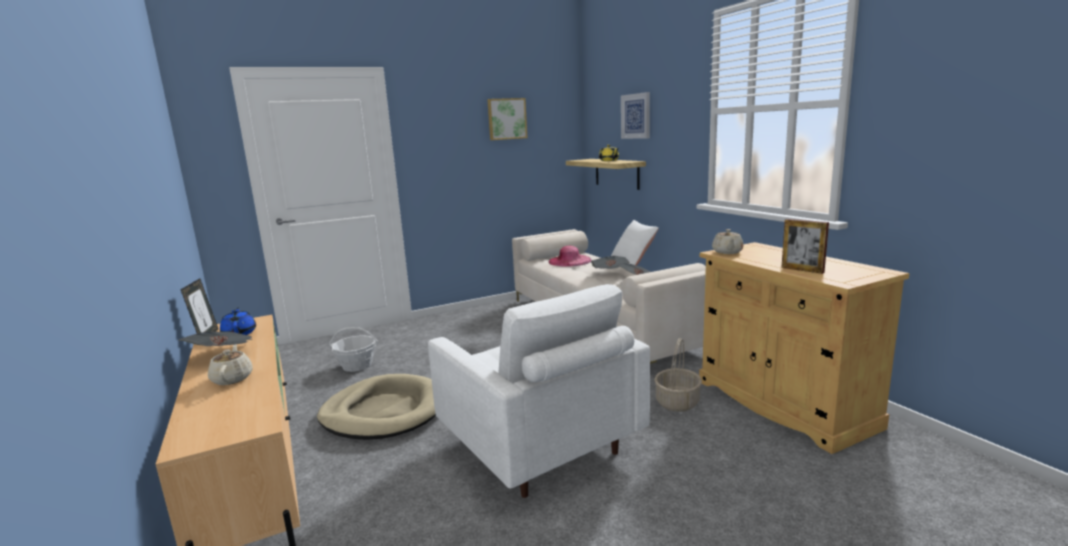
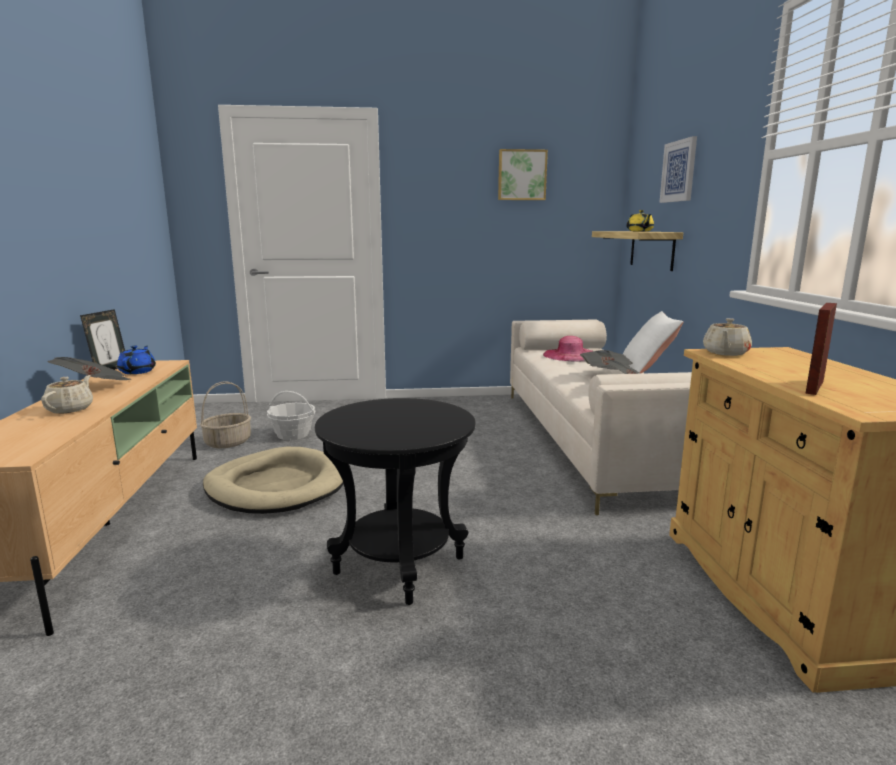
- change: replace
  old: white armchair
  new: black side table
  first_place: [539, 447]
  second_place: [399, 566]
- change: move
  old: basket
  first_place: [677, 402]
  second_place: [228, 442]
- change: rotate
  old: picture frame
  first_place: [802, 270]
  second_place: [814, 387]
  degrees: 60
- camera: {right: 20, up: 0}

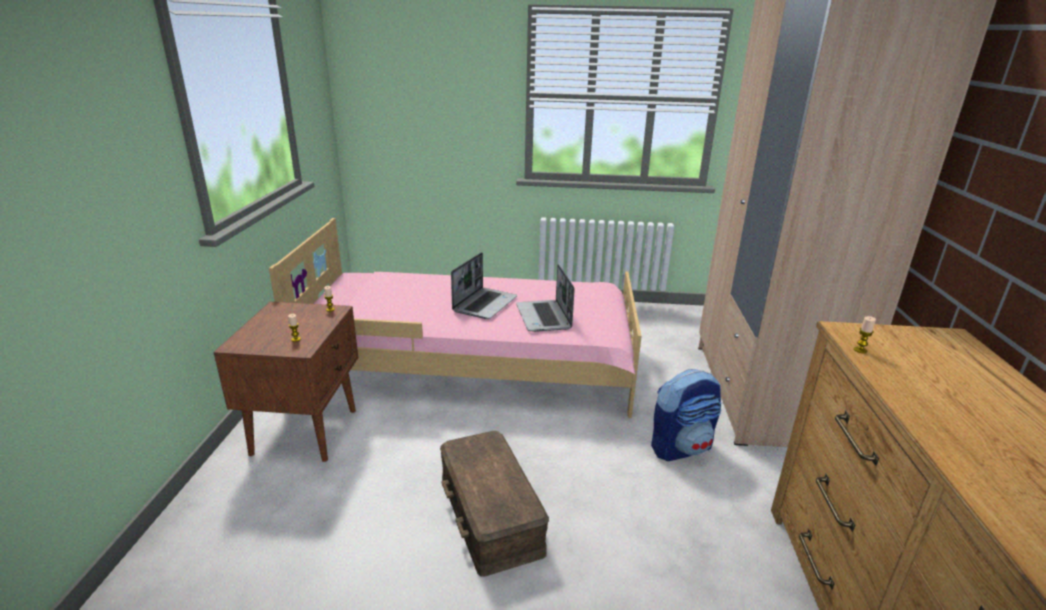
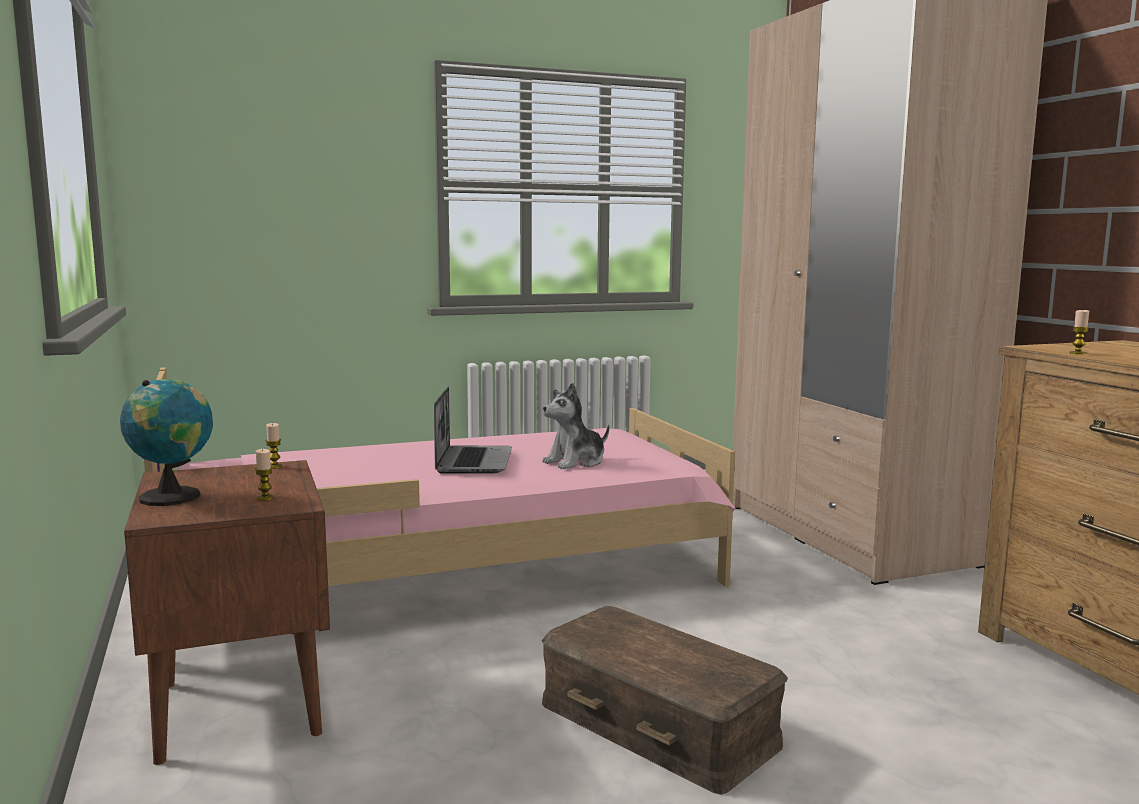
- change: replace
  old: laptop
  new: plush toy
  first_place: [544, 317]
  second_place: [576, 462]
- change: delete
  old: backpack
  first_place: [681, 447]
- change: insert
  new: globe
  second_place: [174, 496]
- camera: {right: -25, up: -15}

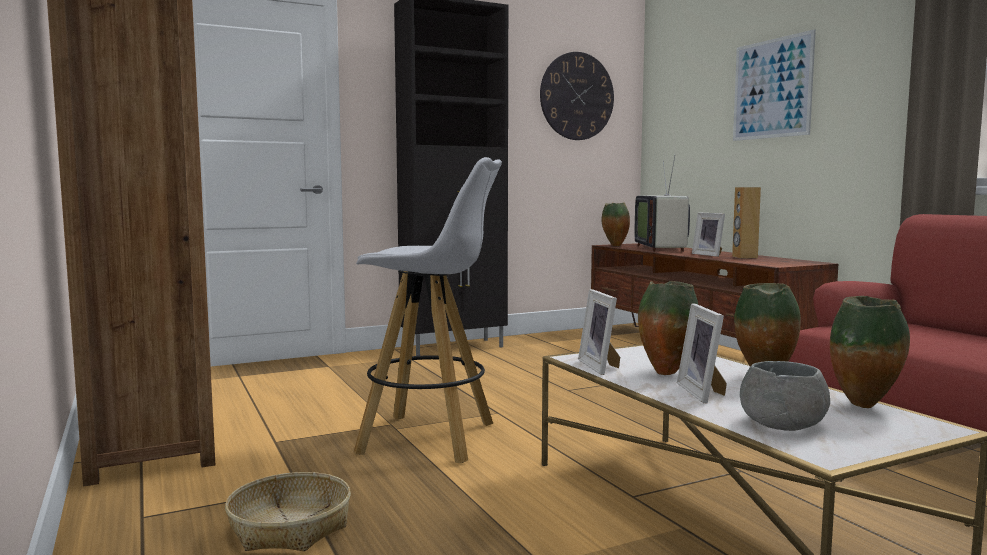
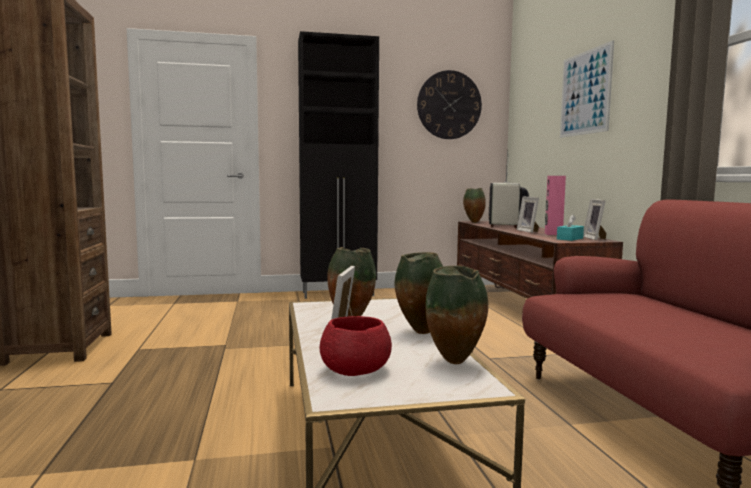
- change: delete
  old: basket
  first_place: [290, 527]
- change: delete
  old: white stool
  first_place: [430, 438]
- change: move
  old: picture frame
  first_place: [601, 366]
  second_place: [595, 238]
- change: recolor
  old: brown speaker
  new: pink speaker
  first_place: [744, 257]
  second_place: [553, 234]
- change: recolor
  old: grey bowl
  new: red bowl
  first_place: [781, 424]
  second_place: [354, 369]
- change: insert
  new: turquoise tissue box
  second_place: [570, 239]
- camera: {right: 15, up: 0}

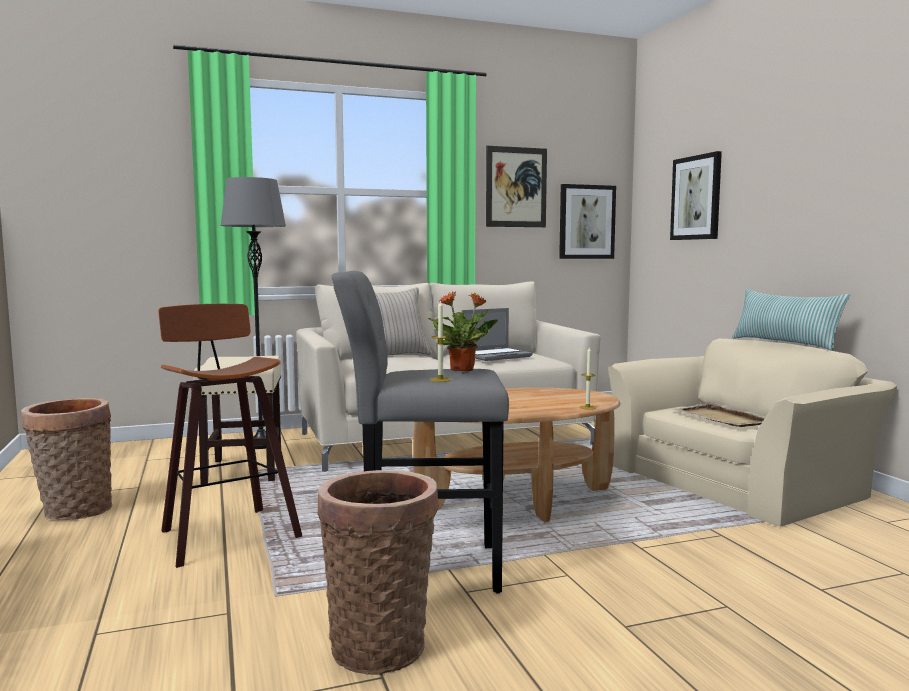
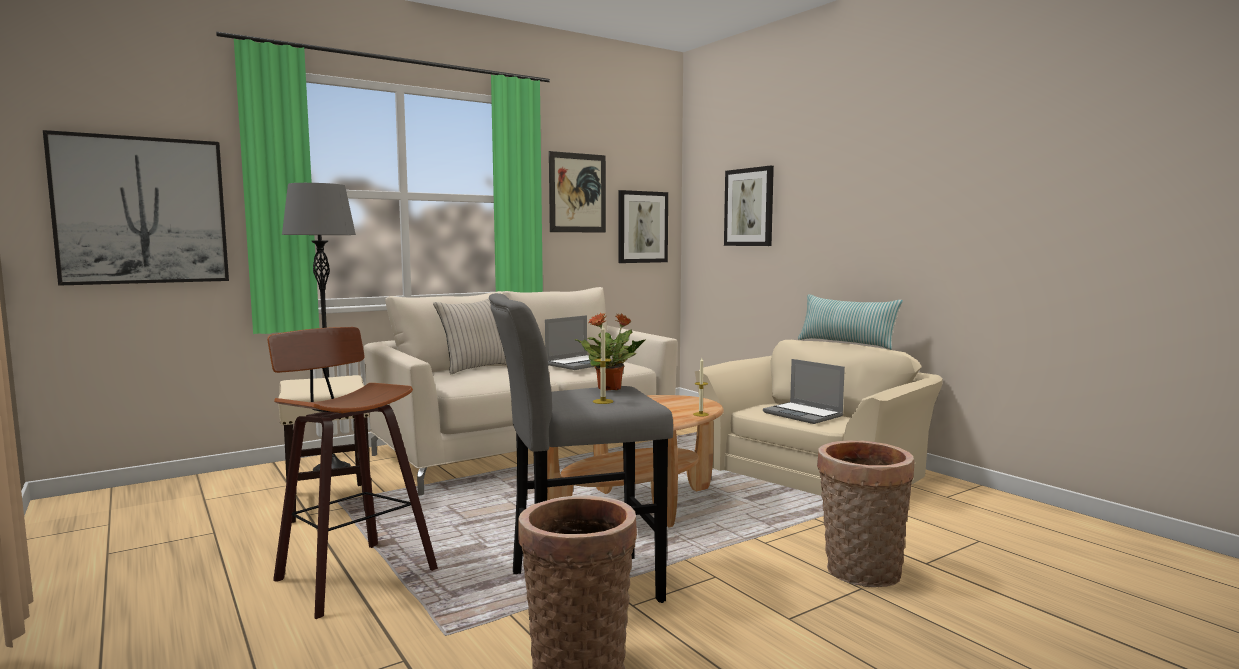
- change: move
  old: basket
  first_place: [73, 510]
  second_place: [860, 574]
- change: replace
  old: beige tray
  new: laptop
  first_place: [724, 418]
  second_place: [804, 414]
- change: insert
  new: picture
  second_place: [142, 210]
- camera: {right: -15, up: 0}

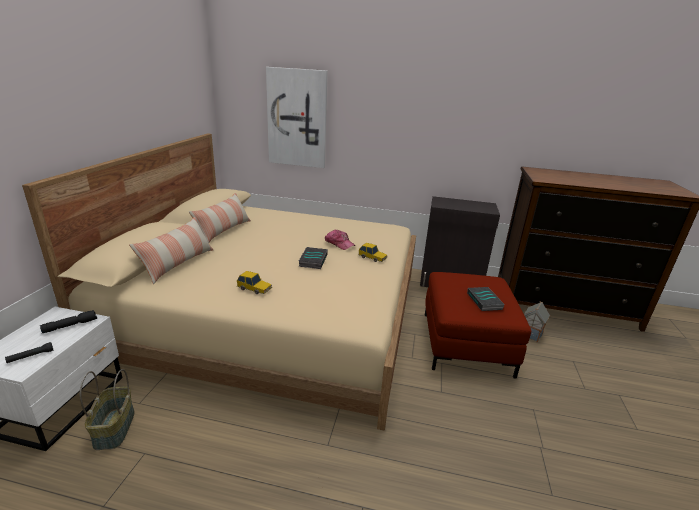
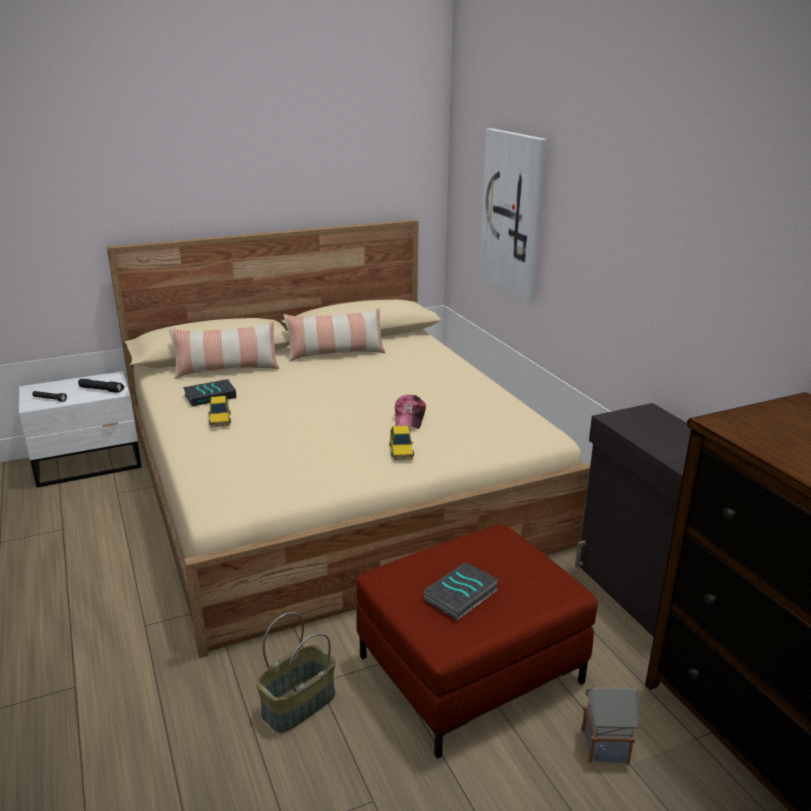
- change: move
  old: basket
  first_place: [115, 428]
  second_place: [299, 706]
- change: move
  old: book
  first_place: [312, 260]
  second_place: [210, 396]
- camera: {right: 55, up: 0}

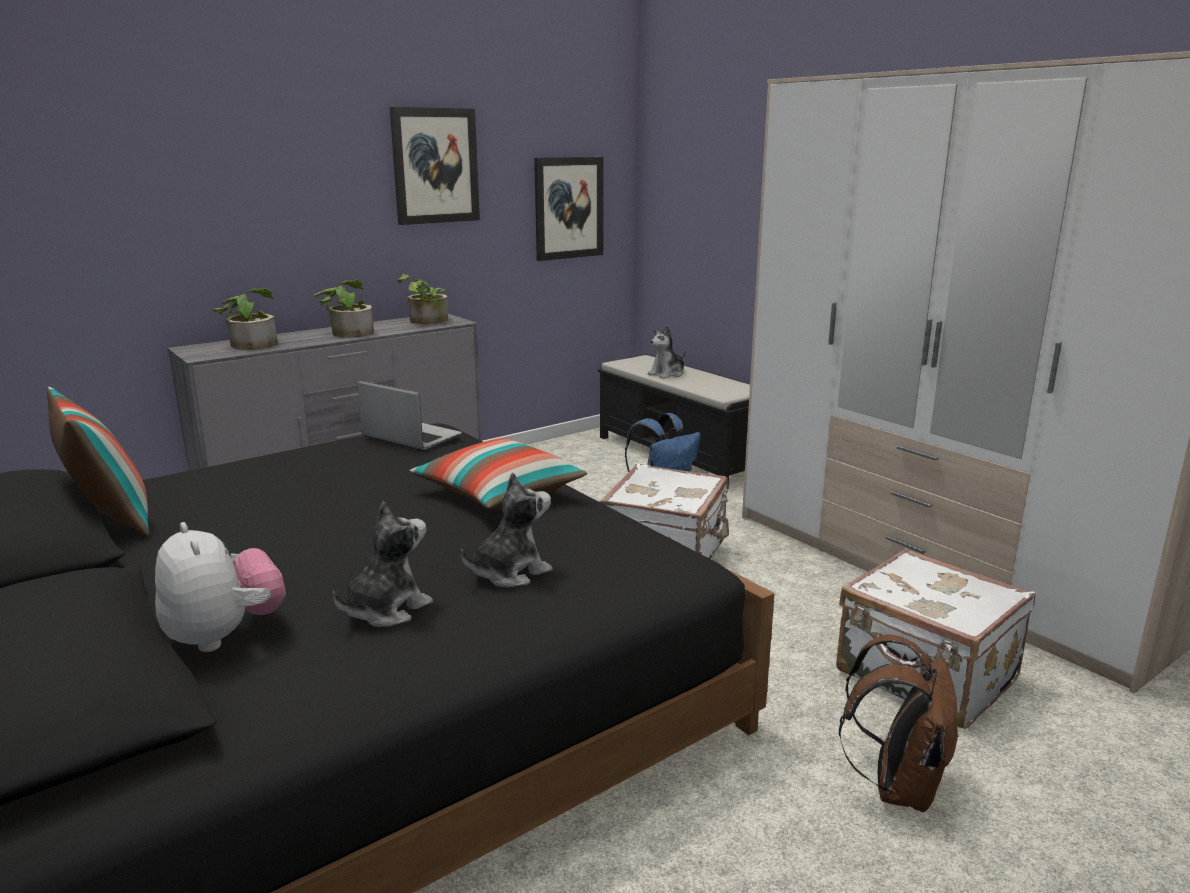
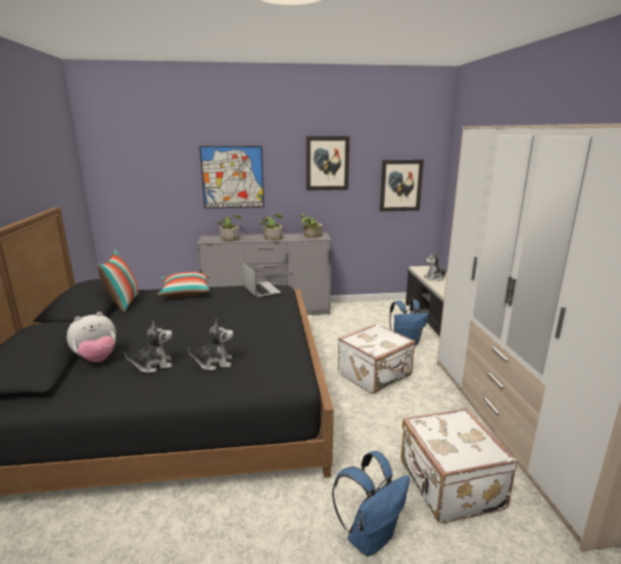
- change: rotate
  old: plush toy
  first_place: [224, 635]
  second_place: [97, 359]
  degrees: 60
- change: move
  old: pillow
  first_place: [499, 494]
  second_place: [186, 293]
- change: recolor
  old: brown backpack
  new: blue backpack
  first_place: [898, 786]
  second_place: [370, 536]
- change: insert
  new: picture
  second_place: [232, 177]
- camera: {right: 30, up: 0}

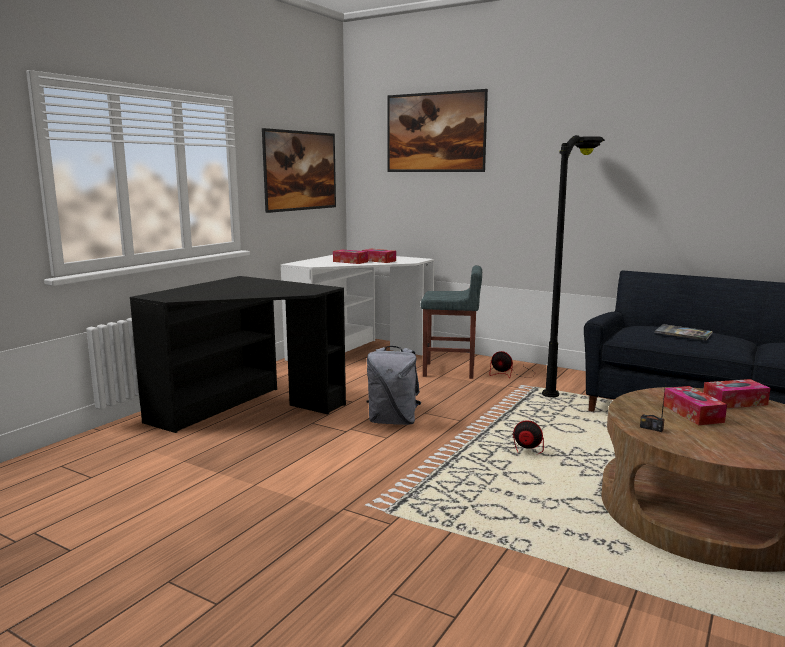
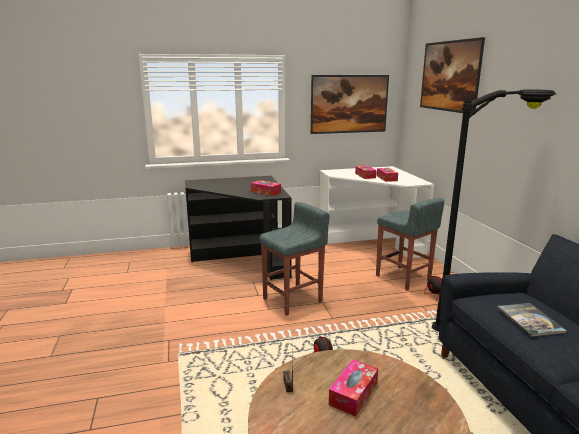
- change: replace
  old: grey backpack
  new: grey stool
  first_place: [393, 421]
  second_place: [293, 300]
- change: move
  old: tissue box
  first_place: [734, 402]
  second_place: [265, 192]
- camera: {right: 45, up: 5}

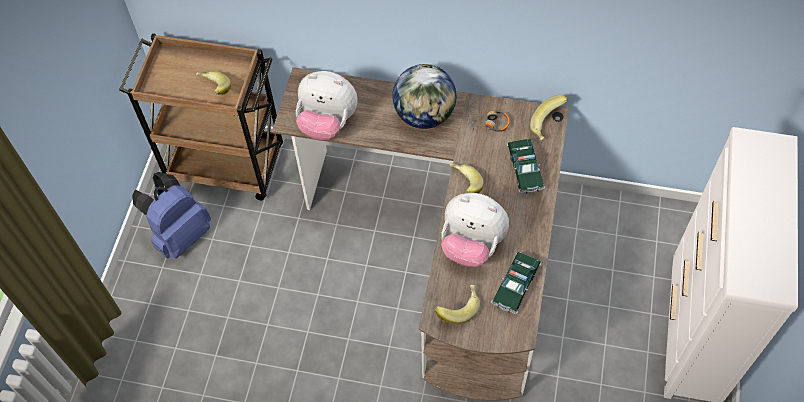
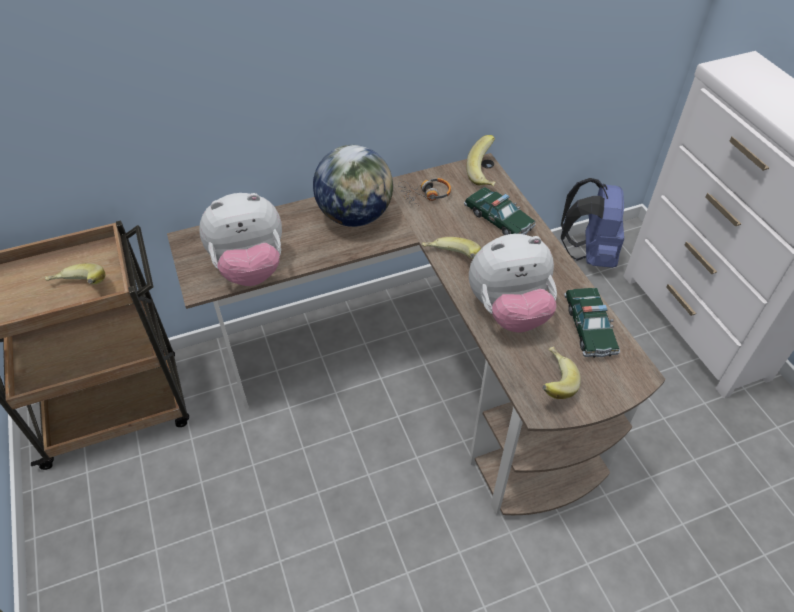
- change: move
  old: blue backpack
  first_place: [180, 234]
  second_place: [589, 254]
- camera: {right: -35, up: -10}

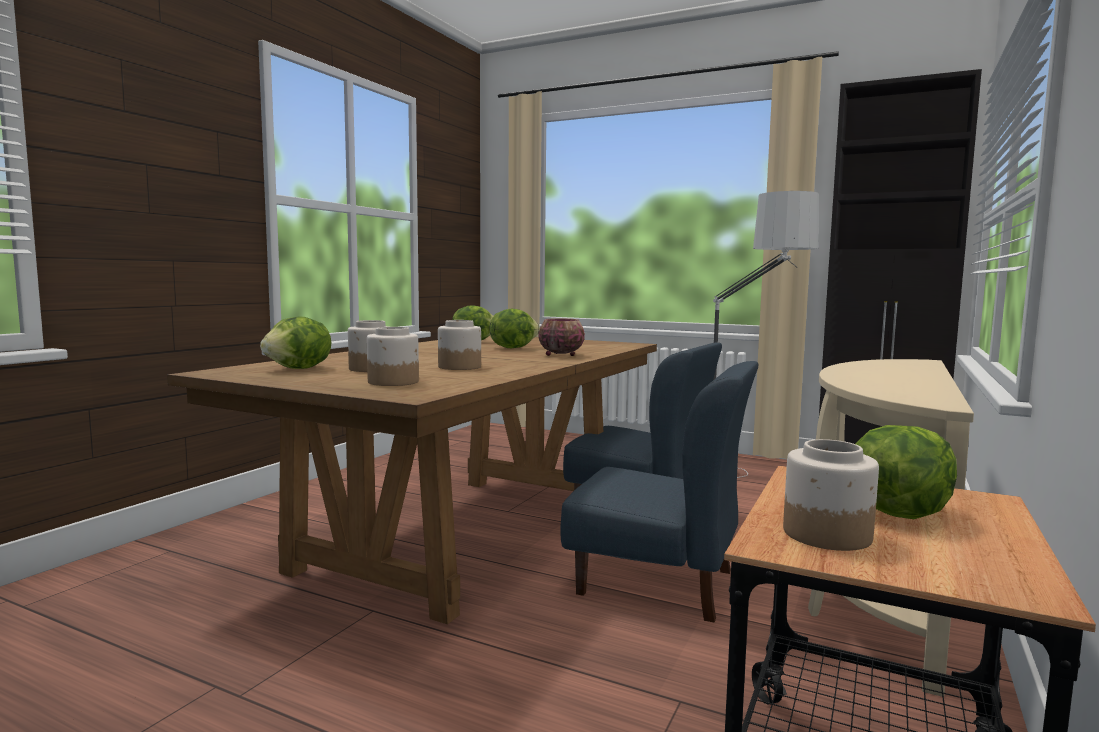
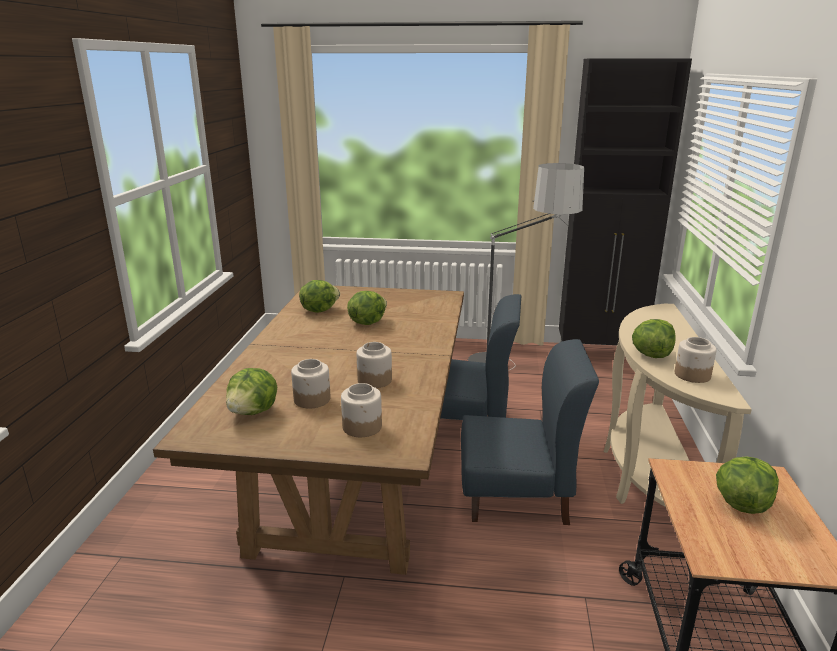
- change: delete
  old: bowl
  first_place: [560, 355]
- change: move
  old: jar
  first_place: [826, 535]
  second_place: [692, 375]
- change: insert
  new: lettuce
  second_place: [651, 355]
- camera: {right: -20, up: 15}

